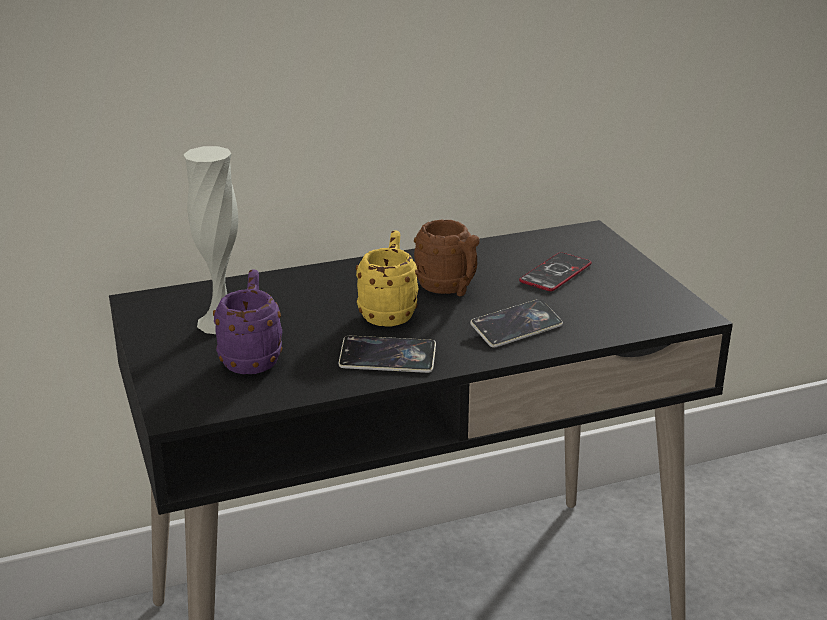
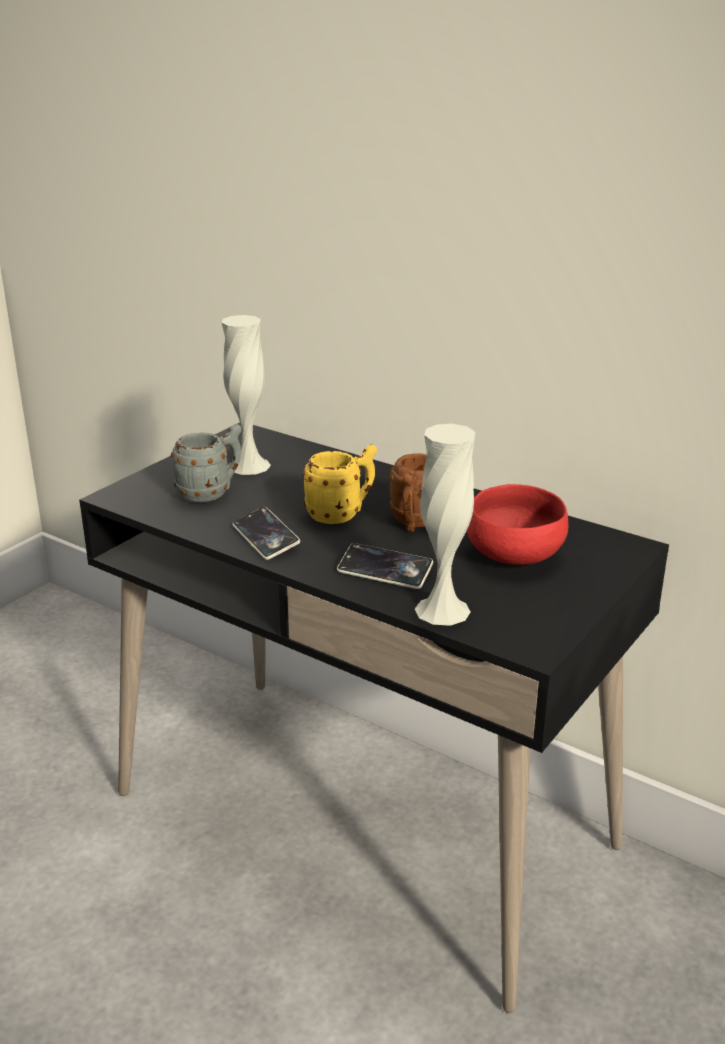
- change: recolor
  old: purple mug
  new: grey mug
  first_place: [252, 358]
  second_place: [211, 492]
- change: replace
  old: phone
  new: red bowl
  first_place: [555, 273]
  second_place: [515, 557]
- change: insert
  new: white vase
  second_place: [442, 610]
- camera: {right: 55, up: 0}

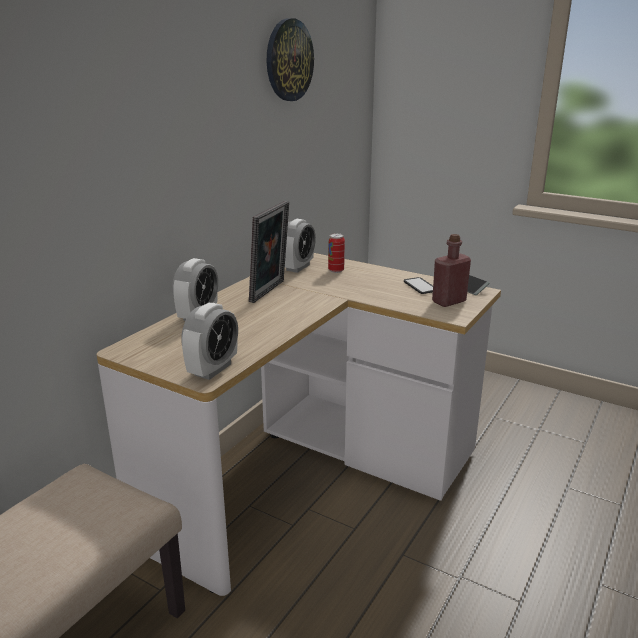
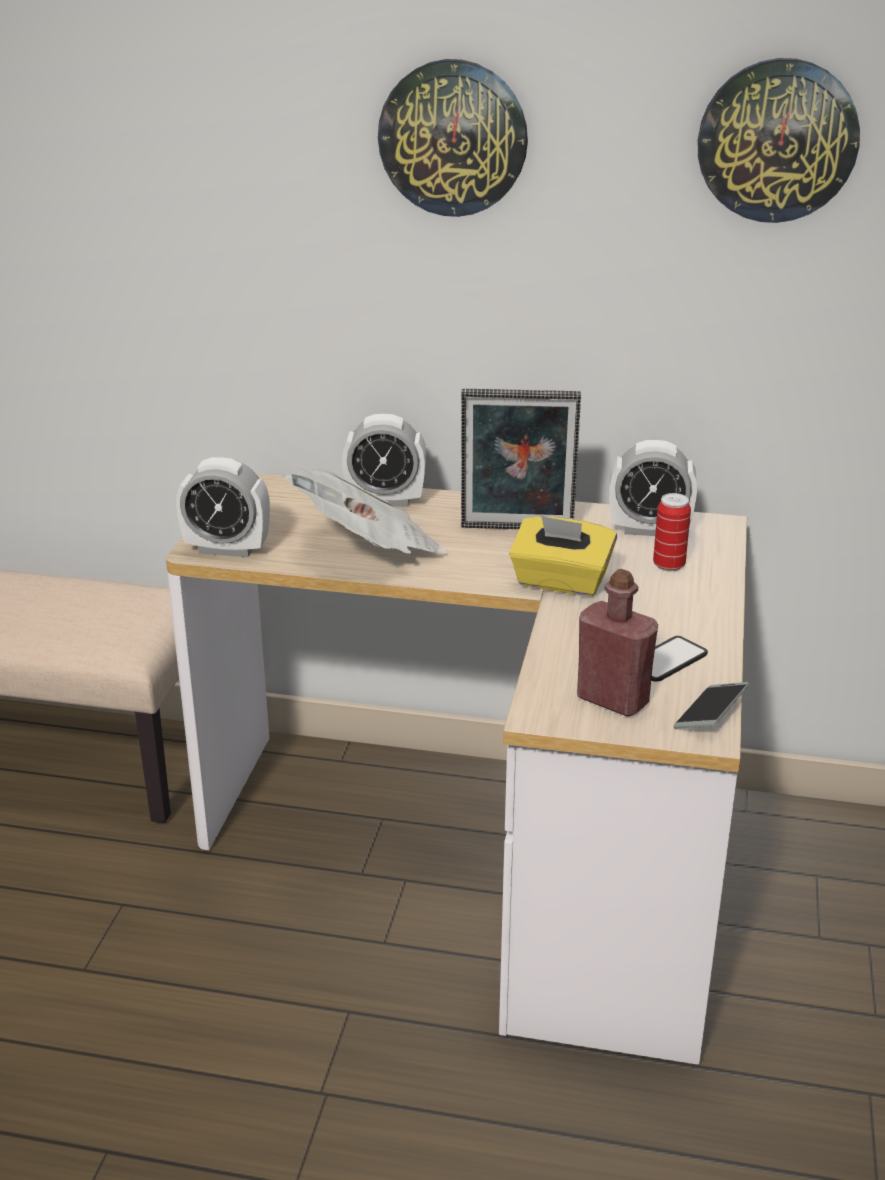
- change: insert
  new: newspaper
  second_place: [369, 550]
- change: insert
  new: wall clock
  second_place: [453, 138]
- change: insert
  new: yellow tissue box
  second_place: [561, 582]
- camera: {right: 70, up: 5}

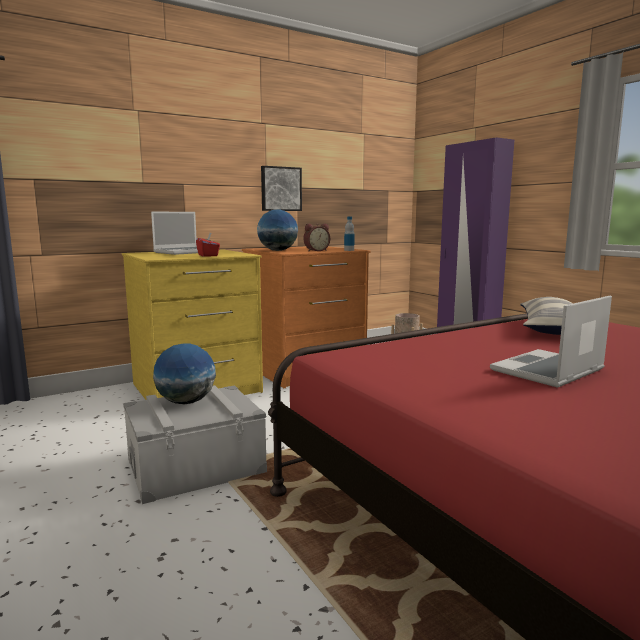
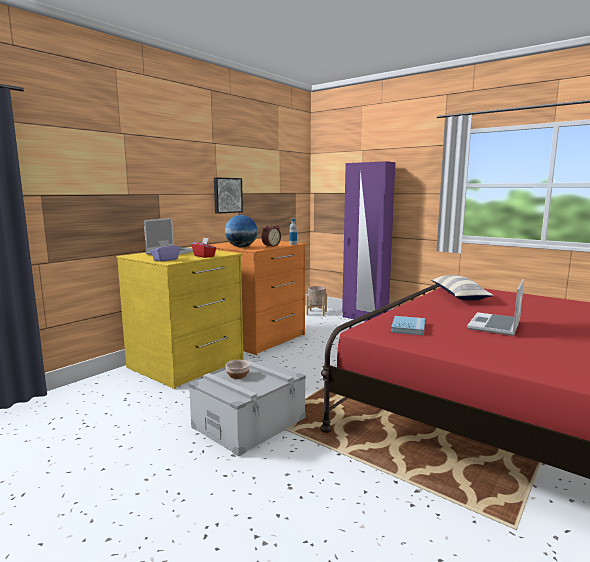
- change: replace
  old: globe
  new: bowl
  first_place: [186, 402]
  second_place: [238, 375]
- change: insert
  new: purple tissue box
  second_place: [165, 260]
- change: insert
  new: blue book
  second_place: [408, 327]
- camera: {right: -20, up: 0}

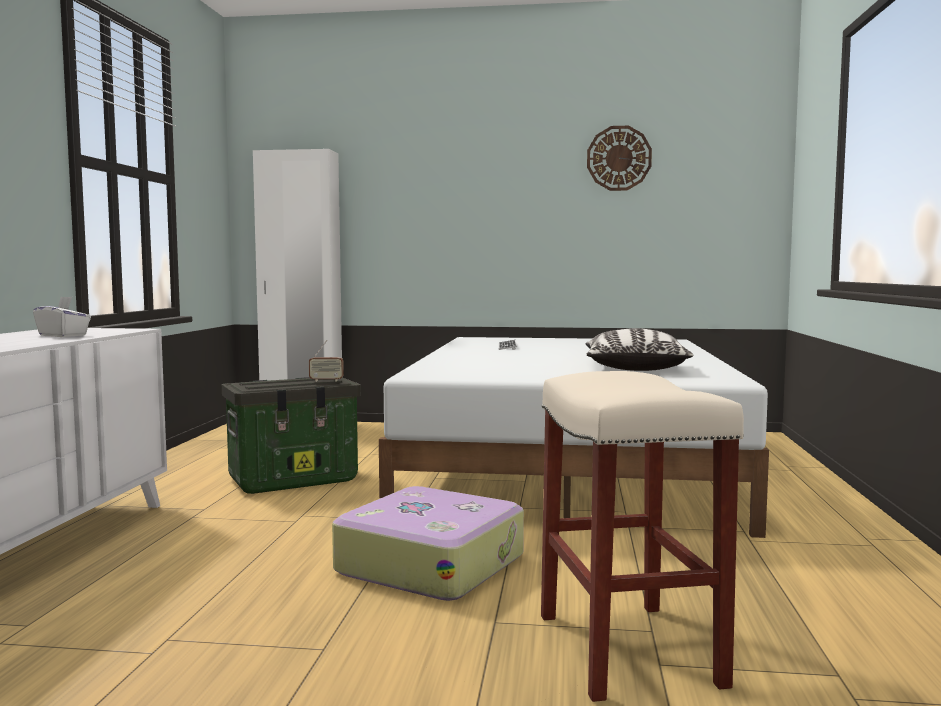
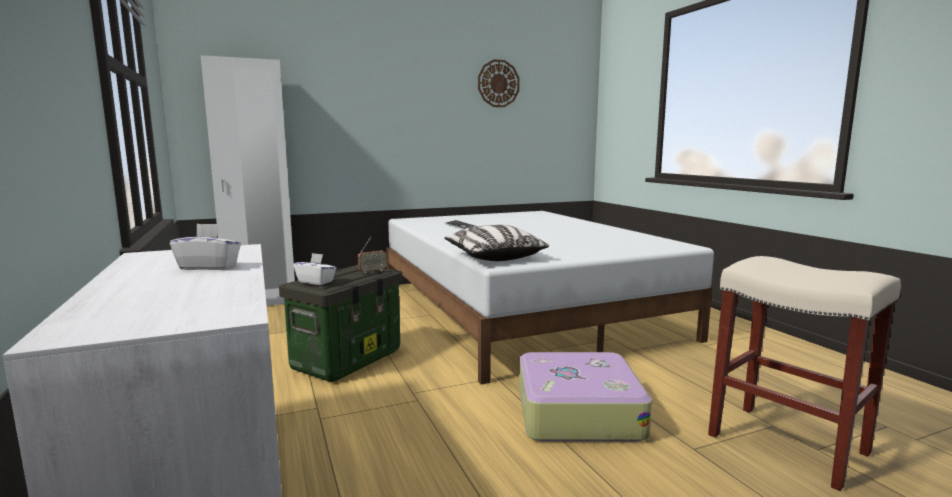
- change: move
  old: pillow
  first_place: [634, 368]
  second_place: [493, 257]
- change: insert
  new: white tissue box
  second_place: [316, 282]
- camera: {right: -30, up: 5}

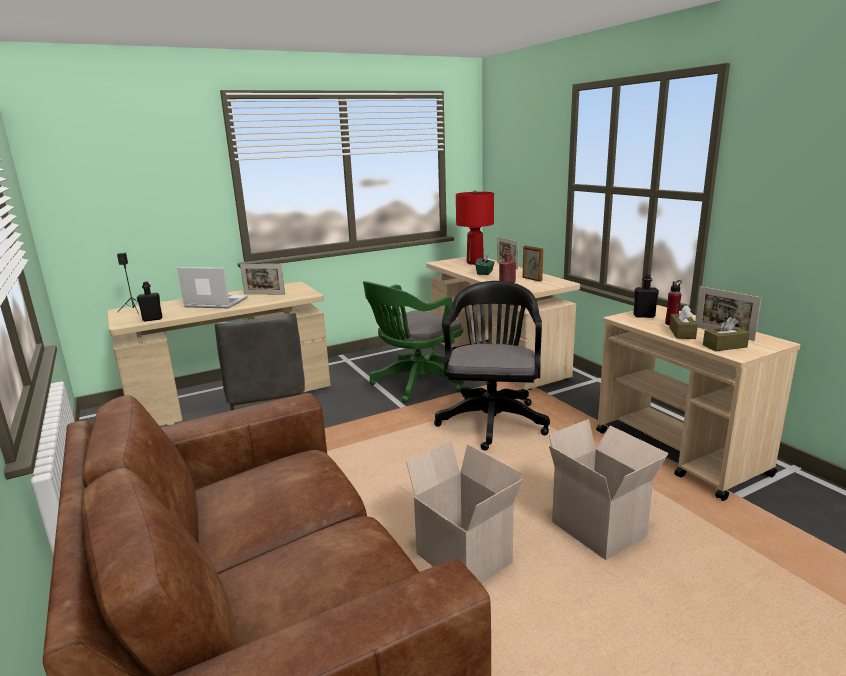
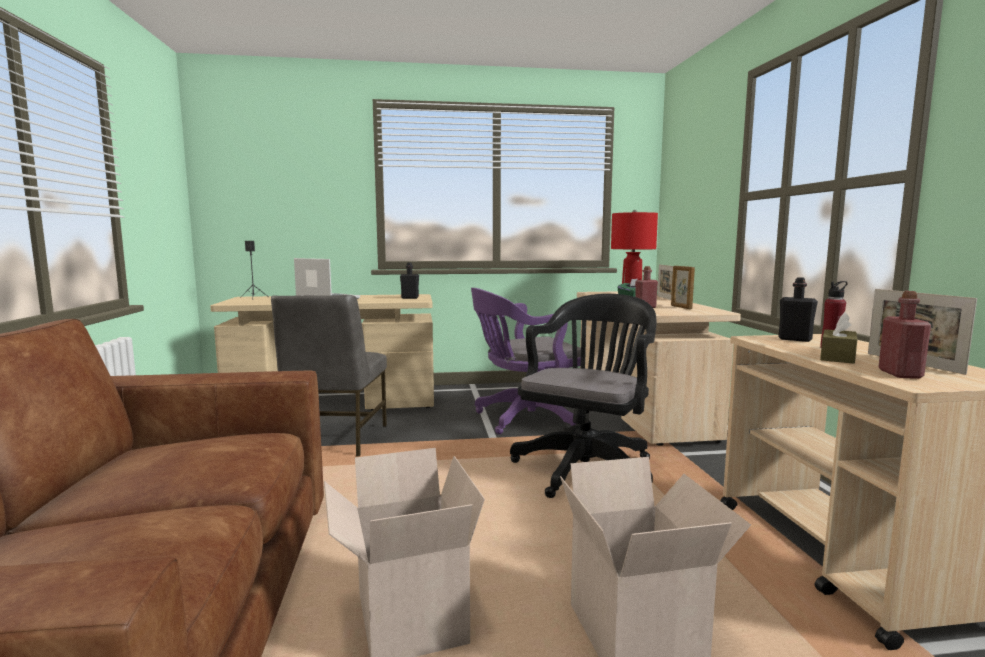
- change: move
  old: black bottle
  first_place: [152, 319]
  second_place: [410, 298]
- change: delete
  old: picture frame
  first_place: [264, 294]
- change: recolor
  old: green office chair
  new: purple office chair
  first_place: [415, 384]
  second_place: [525, 419]
- change: replace
  old: brown tissue box
  new: red bottle
  first_place: [724, 346]
  second_place: [900, 374]
- camera: {right: 20, up: -10}

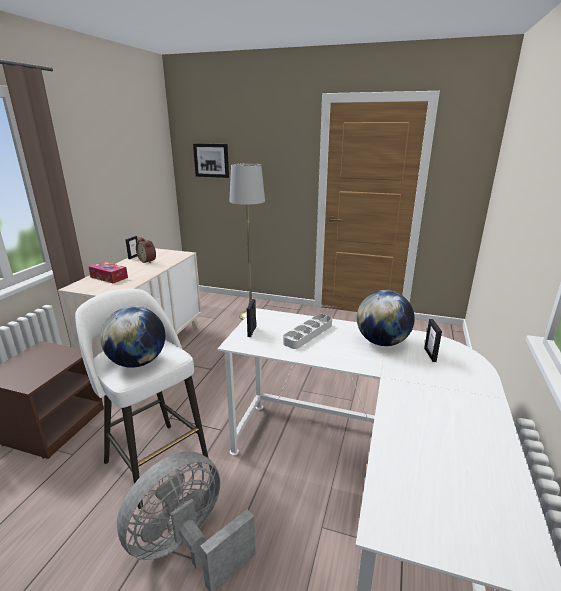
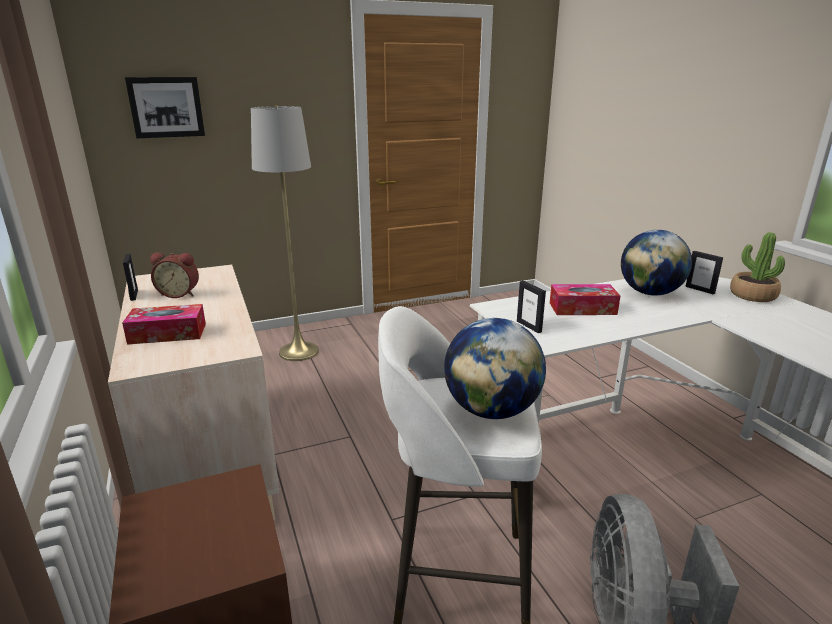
- change: replace
  old: grey tray
  new: tissue box
  first_place: [308, 334]
  second_place: [582, 308]
- change: insert
  new: potted plant
  second_place: [752, 295]
- camera: {right: -40, up: 0}

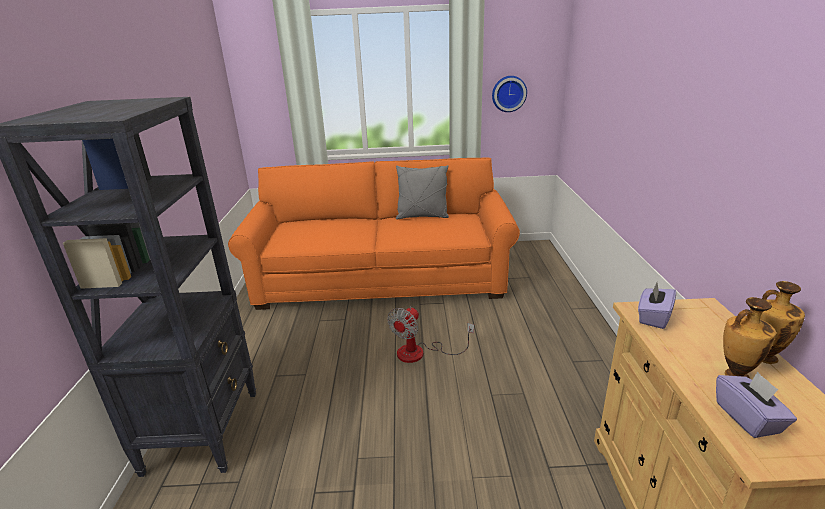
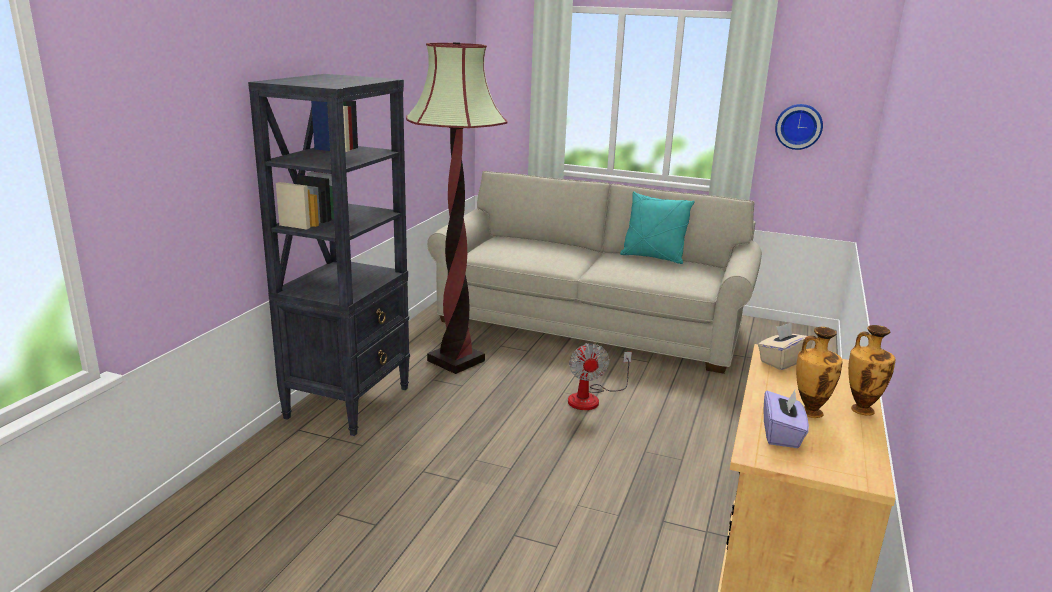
- change: recolor
  old: orange sofa
  new: beige sofa
  first_place: [382, 278]
  second_place: [592, 323]
- change: rotate
  old: fan
  first_place: [420, 353]
  second_place: [591, 398]
  degrees: -60
- change: recolor
  old: grey pillow
  new: turquoise pillow
  first_place: [422, 216]
  second_place: [653, 257]
- change: recolor
  old: purple tissue box
  new: beige tissue box
  first_place: [653, 317]
  second_place: [782, 361]
- change: insert
  new: floor lamp
  second_place: [456, 361]
- camera: {right: 20, up: -5}

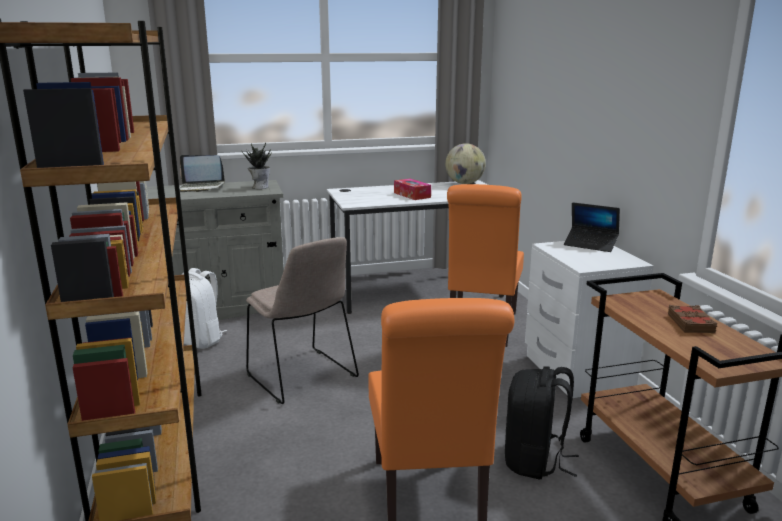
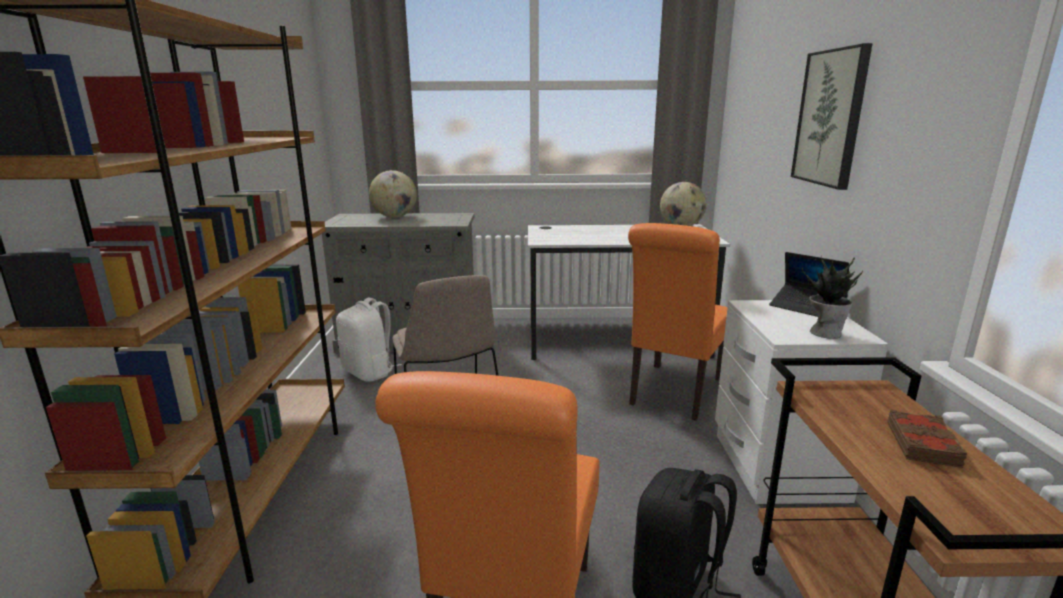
- change: replace
  old: laptop
  new: globe
  first_place: [201, 187]
  second_place: [395, 217]
- change: move
  old: potted plant
  first_place: [260, 187]
  second_place: [824, 332]
- change: delete
  old: tissue box
  first_place: [412, 195]
- change: insert
  new: picture
  second_place: [831, 118]
- camera: {right: 15, up: 0}

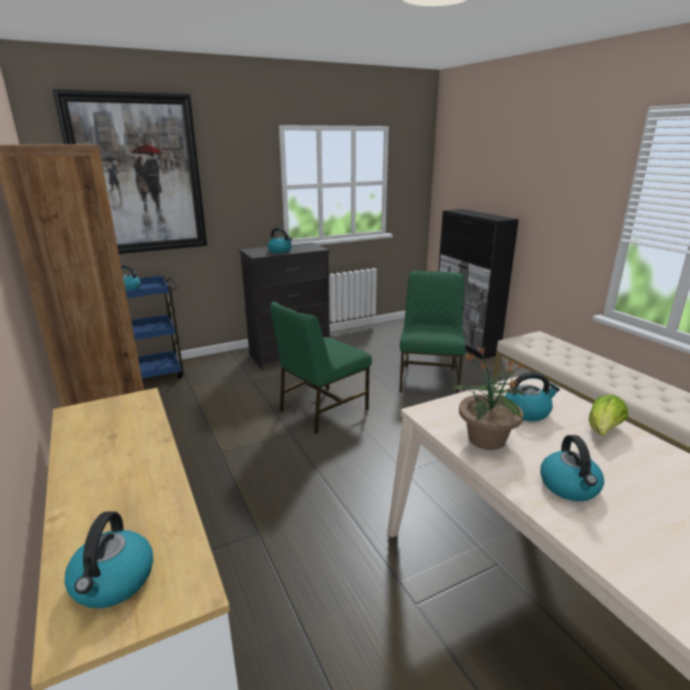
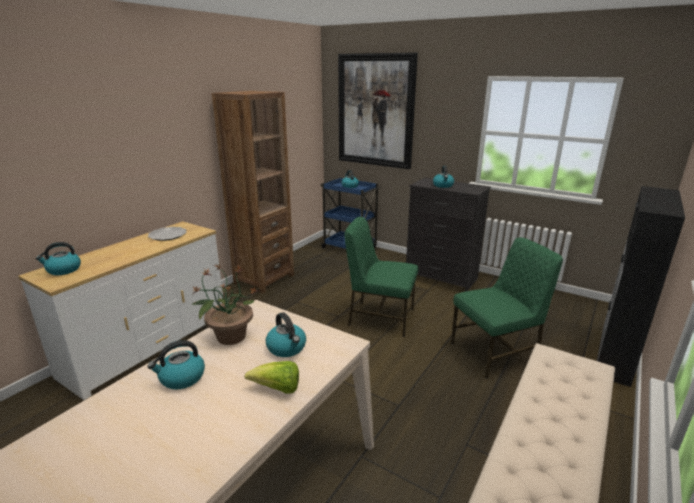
- change: insert
  new: plate
  second_place: [168, 235]
- camera: {right: 60, up: 0}

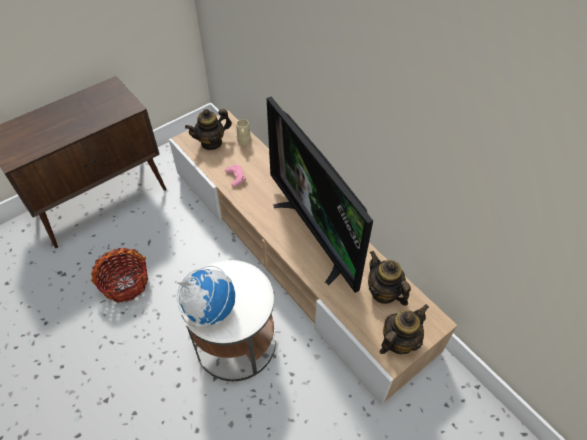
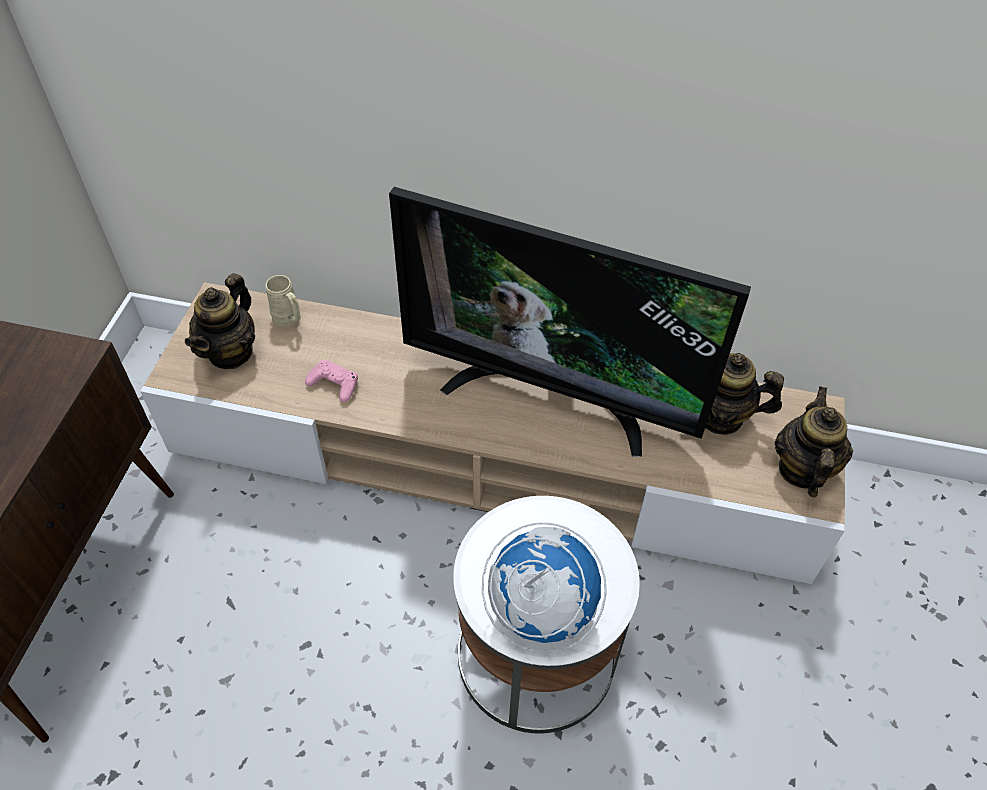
- change: delete
  old: basket
  first_place: [125, 283]
- camera: {right: -40, up: 0}

